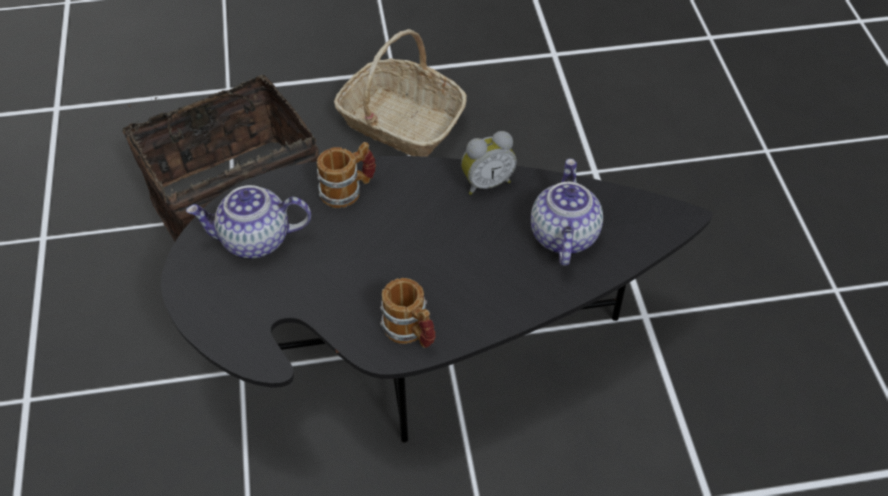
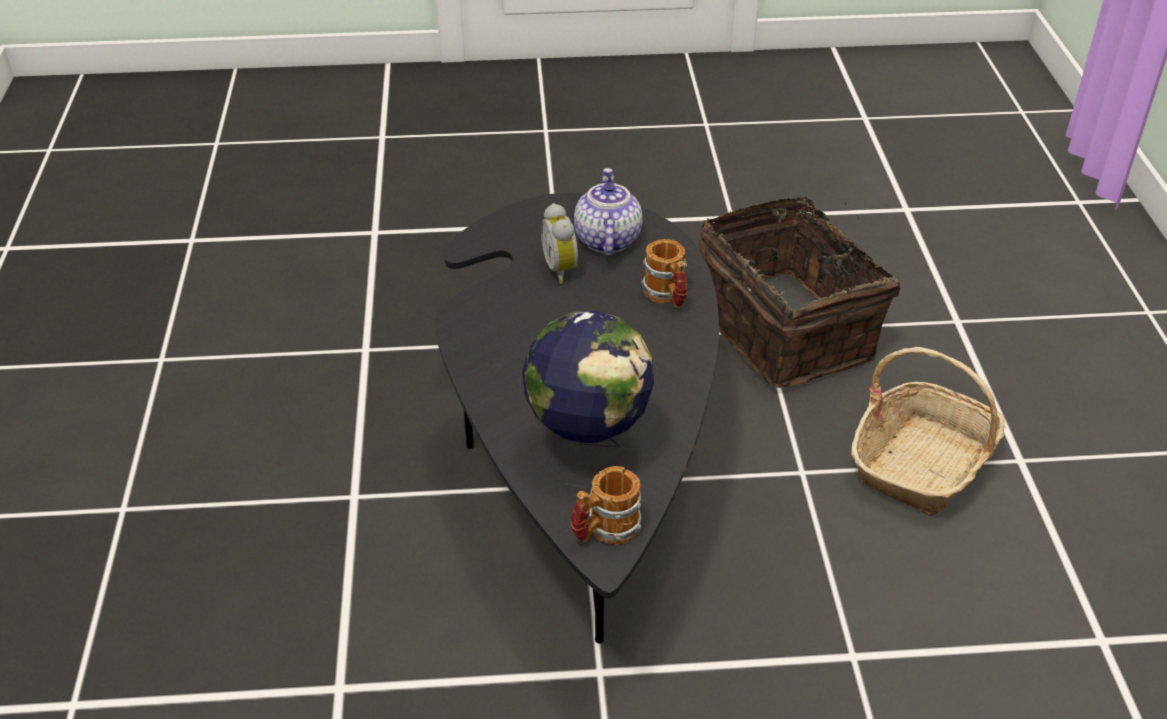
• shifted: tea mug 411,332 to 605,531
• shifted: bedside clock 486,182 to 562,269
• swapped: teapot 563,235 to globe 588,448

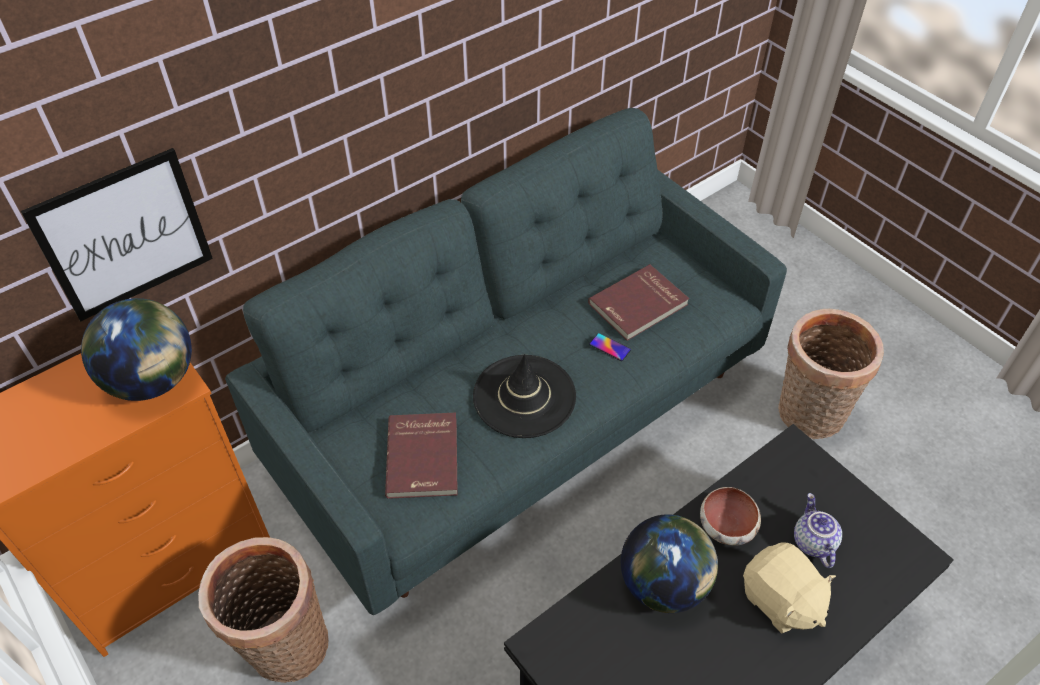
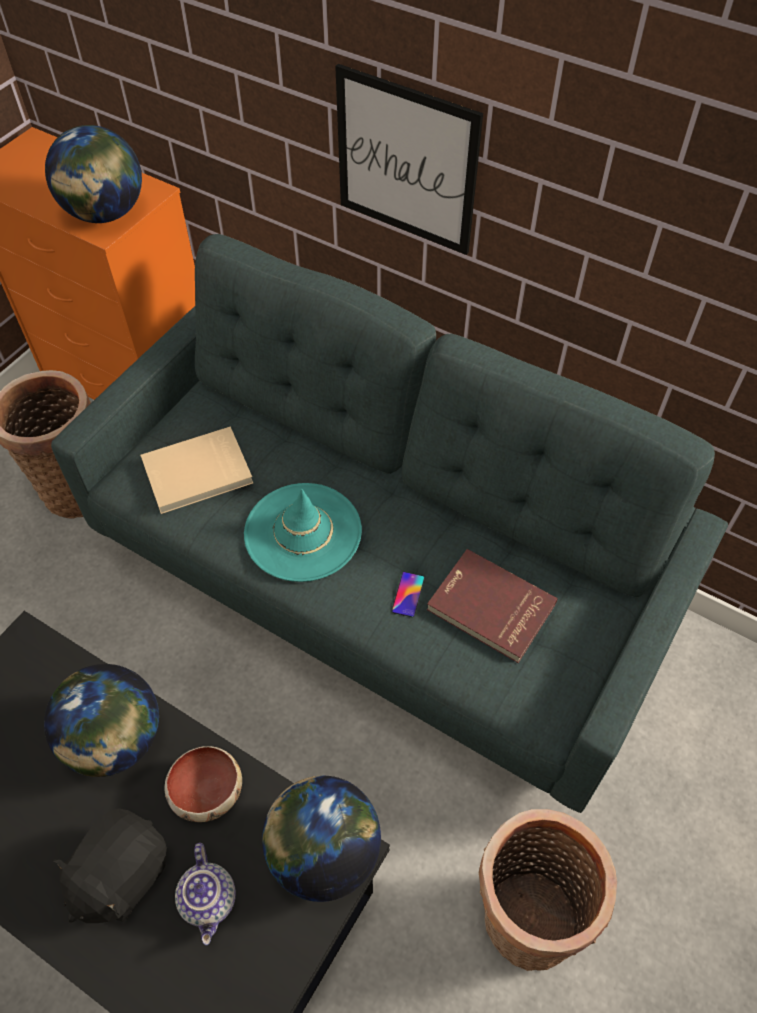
• new: globe 323,851
• shifted: wall picture 124,235 to 406,162
• repainted: red-coloured bound book 424,457 to beige-coloured bound book 198,473
• repainted: blackish hat 524,396 to turquoise hat 303,532
• repainted: beige-coloured soft toy 780,600 to blackish soft toy 120,874
• rotated: teapot 812,542 = 210,900 105 degrees clockwise

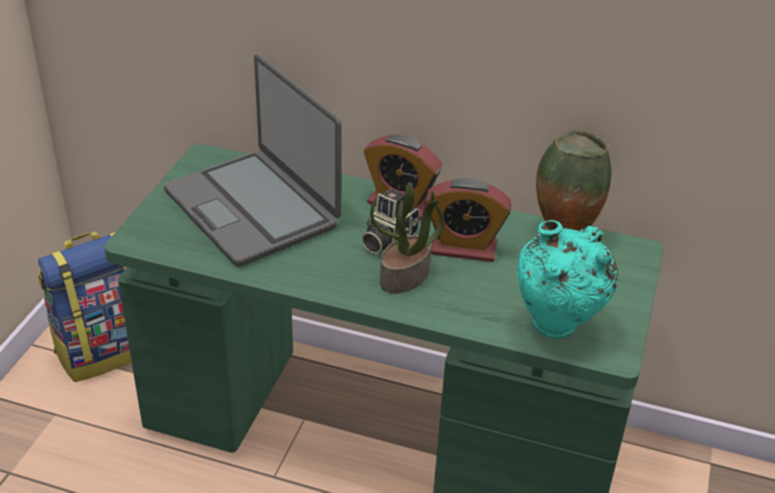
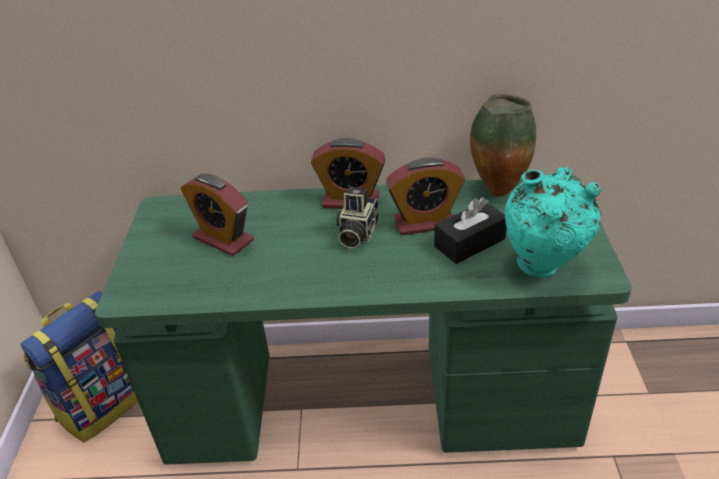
• gone: potted plant 405,277
• new: blackish box of tissues 469,243
• swapped: laptop 253,208 to bedside clock 223,239

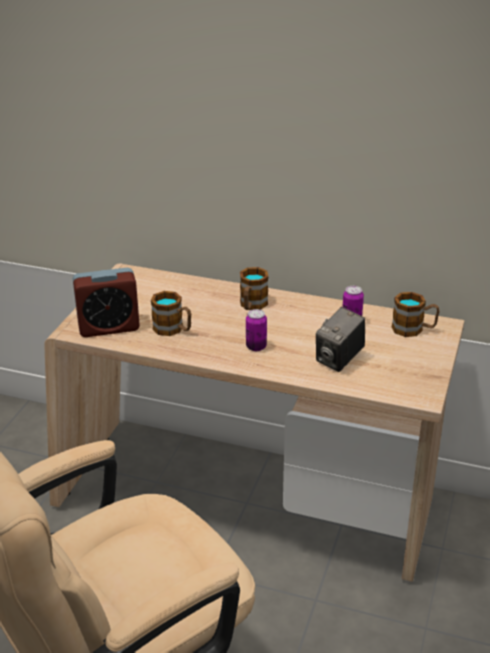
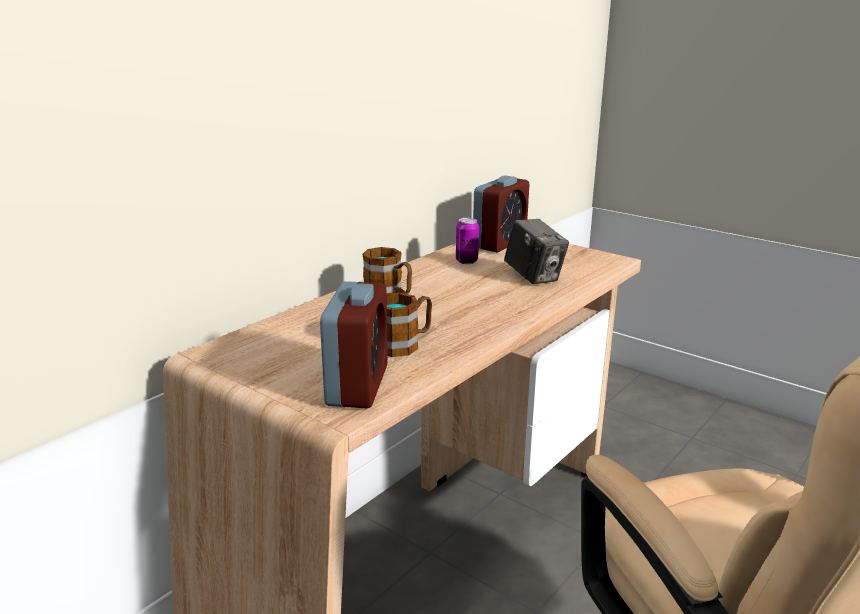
• gone: sealed can 256,347
• swapped: tea mug 413,329 to bedside clock 499,243

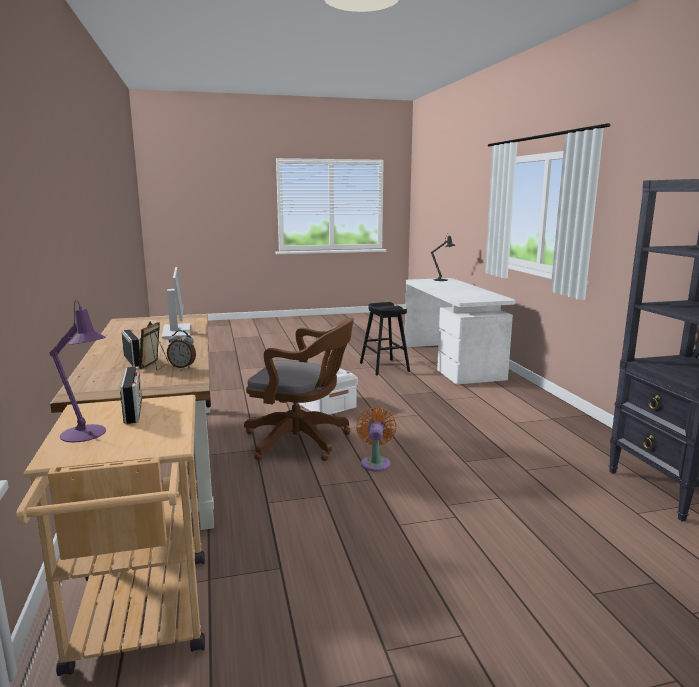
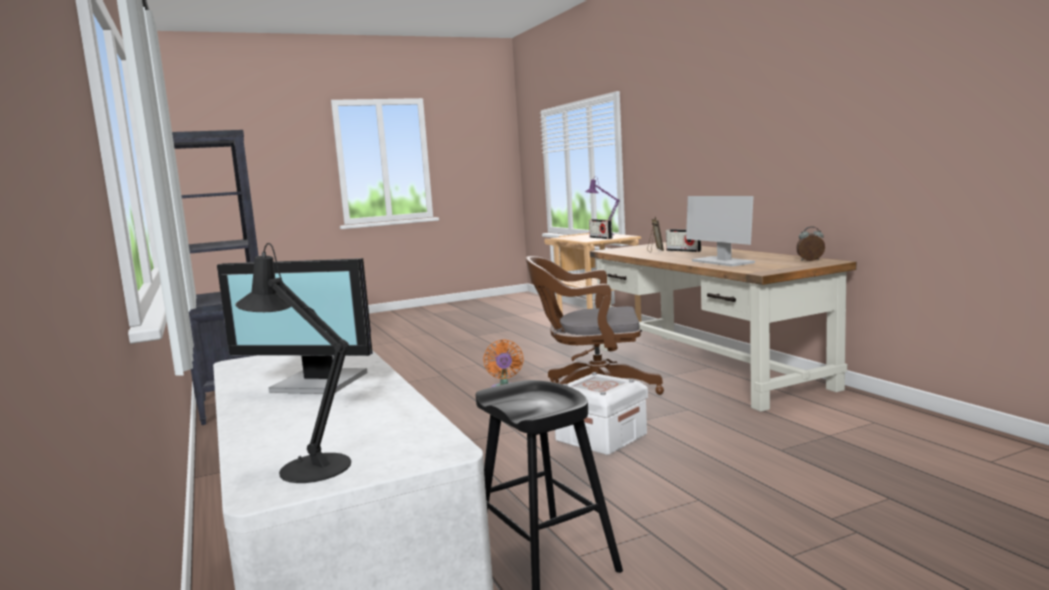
• new: computer screen 318,383
• shifted: bedside clock 183,366 to 810,260

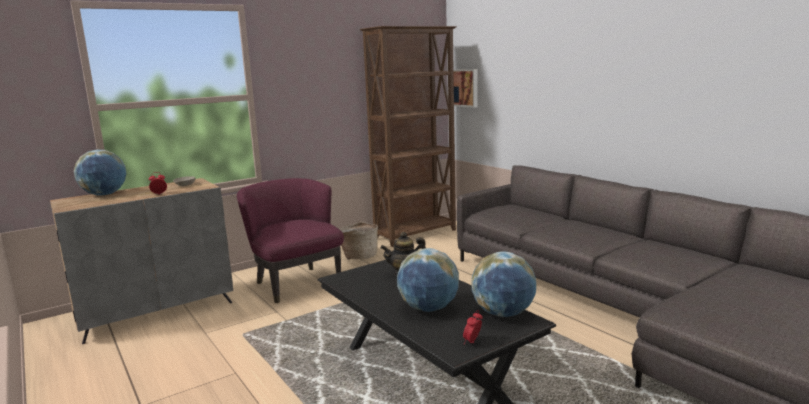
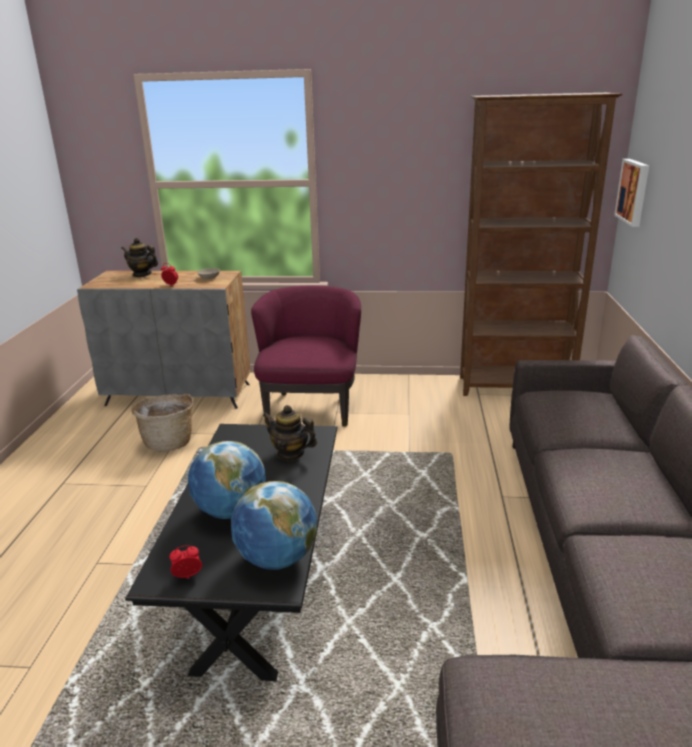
• shifted: storage basket 359,256 to 169,442
• swapped: globe 104,195 to teapot 142,274

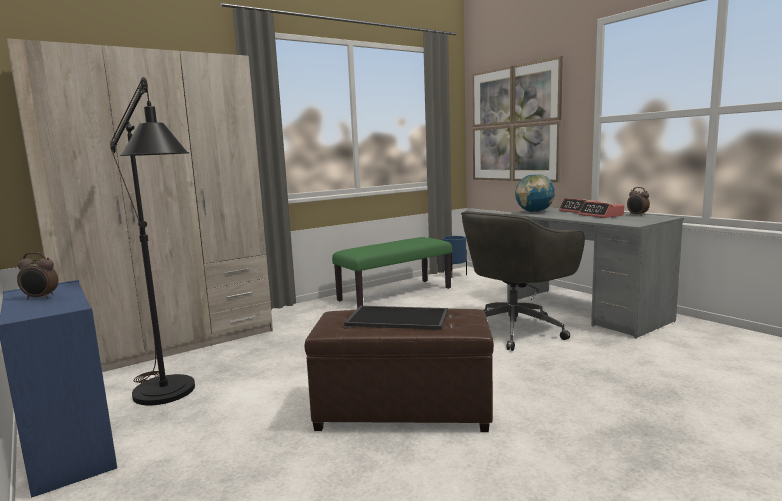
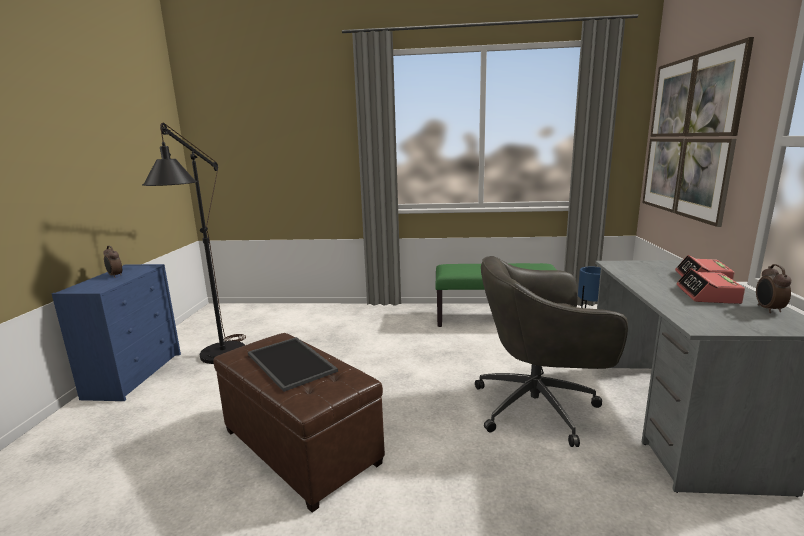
• gone: beige-coloured wardrobe 173,343
• gone: globe 534,212

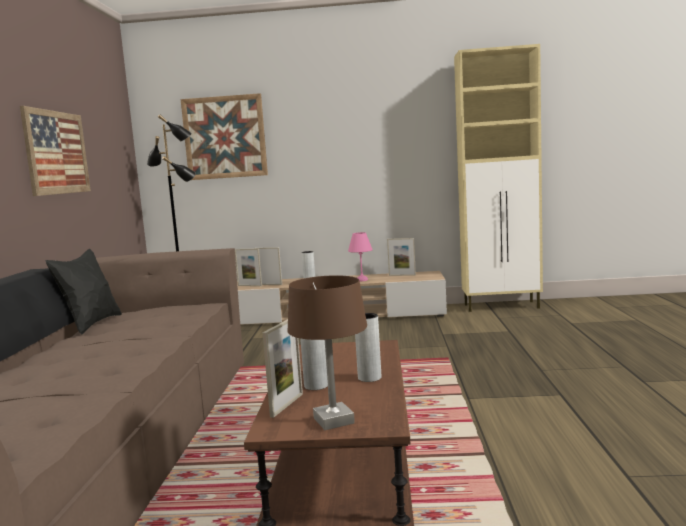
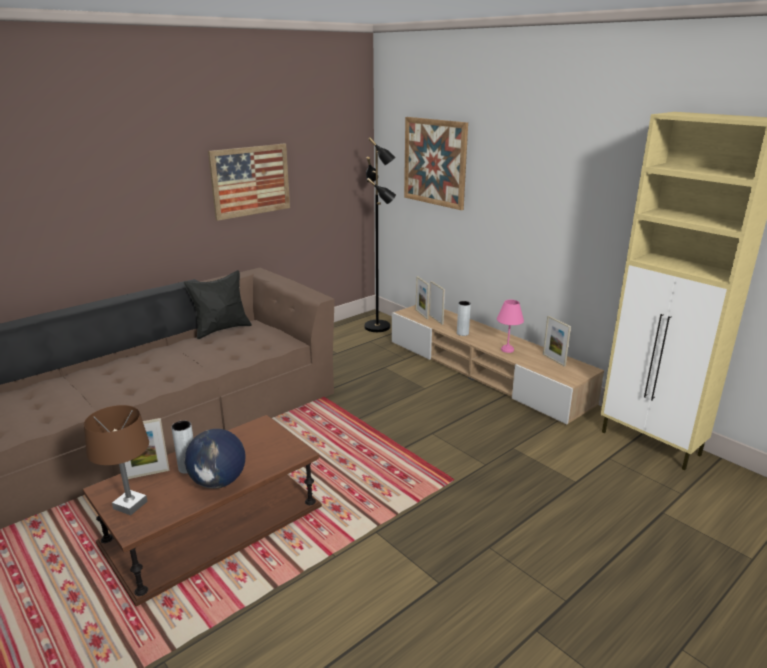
• swapped: greyish vase 369,378 to globe 218,482

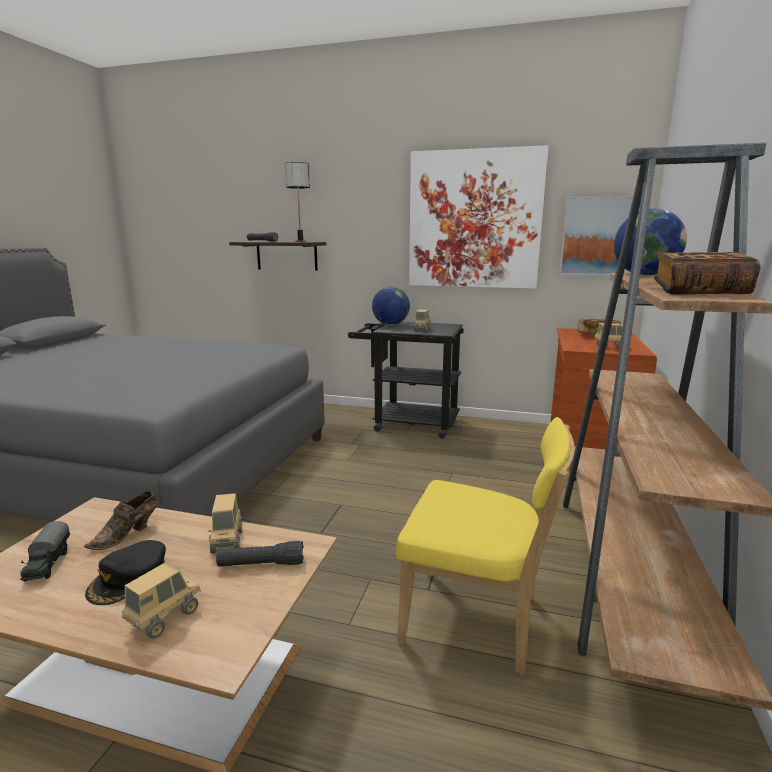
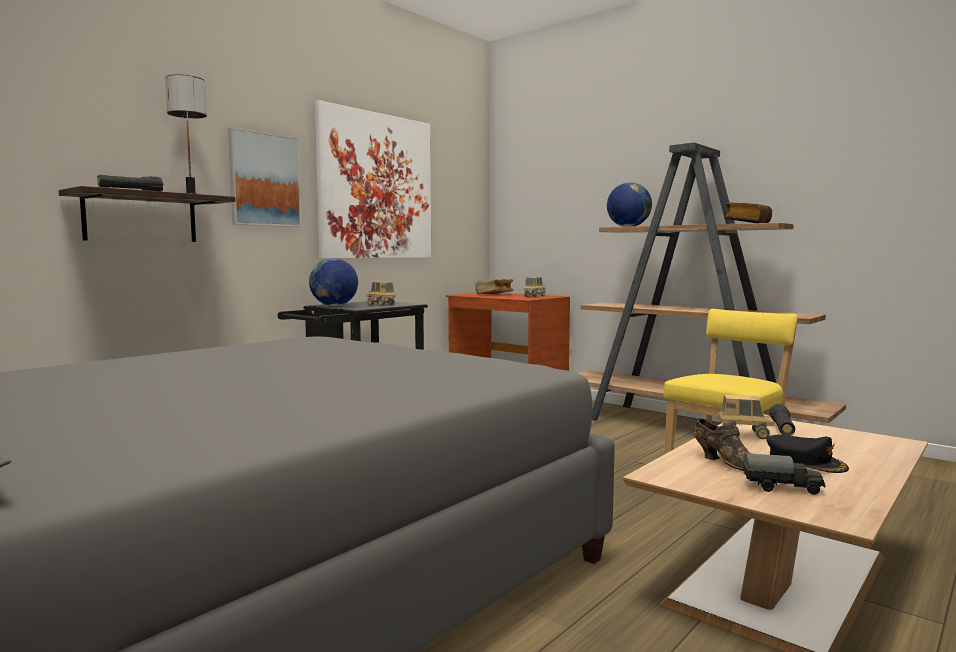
• gone: toy lorry 165,618
• shifted: wall picture 594,236 to 264,180

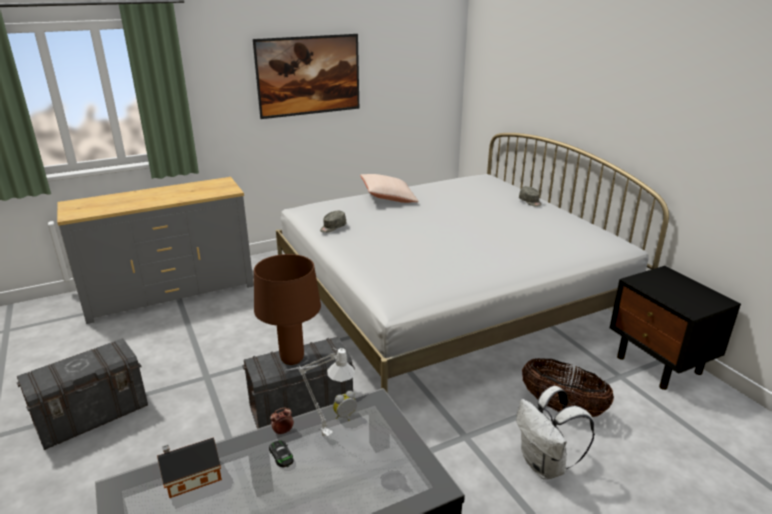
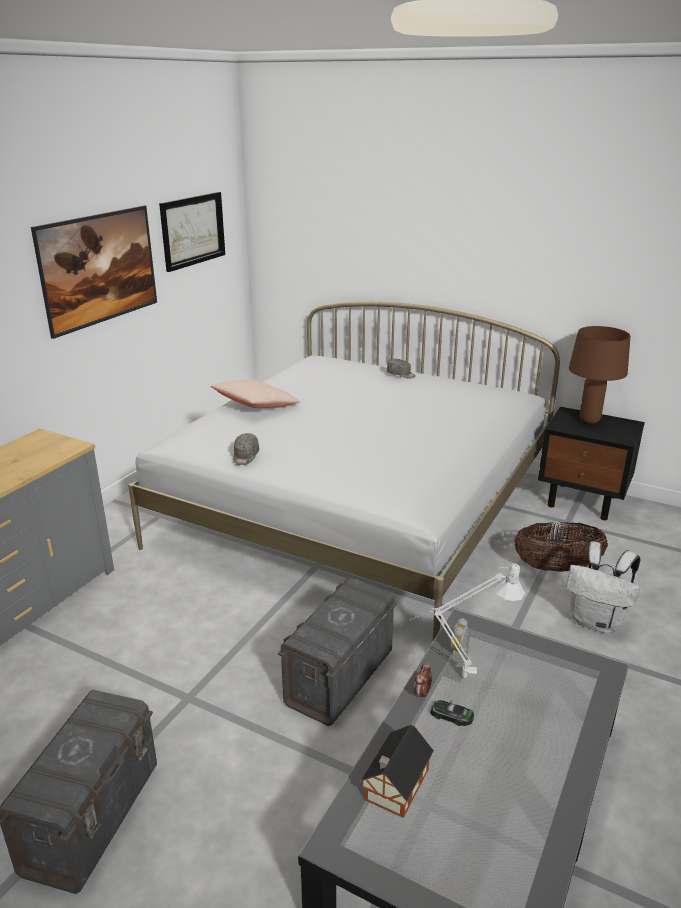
• new: wall picture 192,230
• shifted: brownish table lamp 292,360 to 589,420

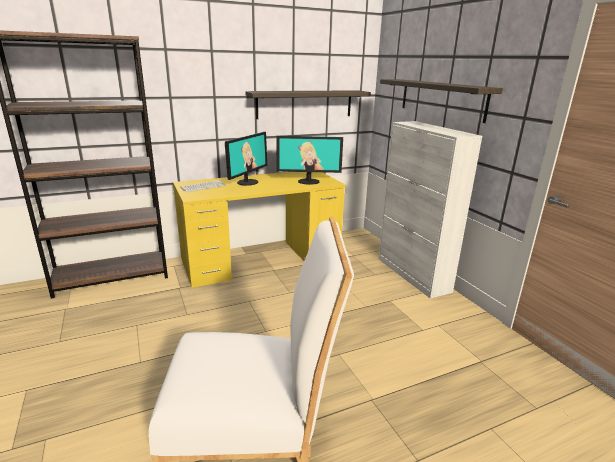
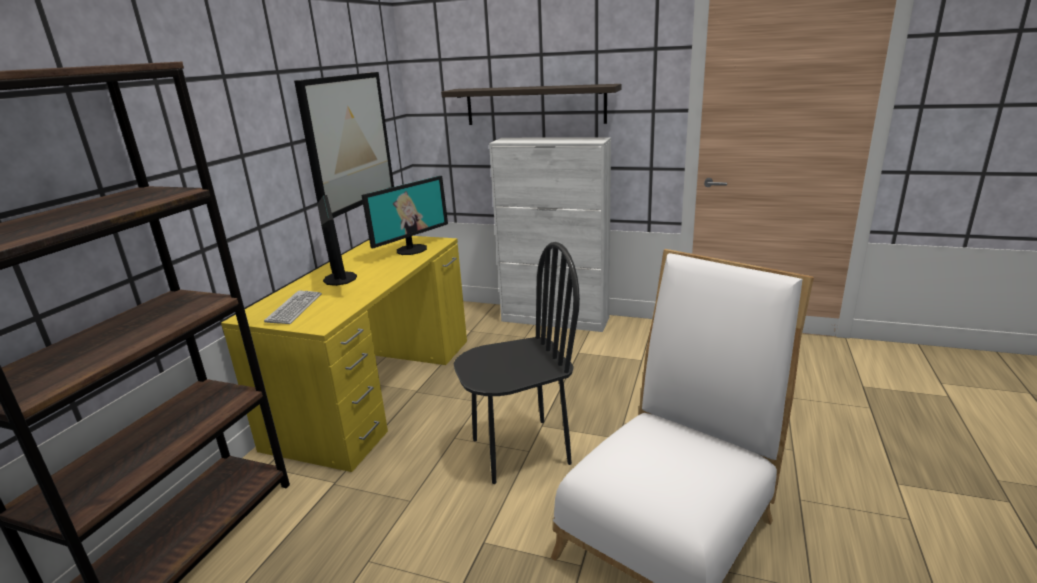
• new: blackish upright chair 520,450
• swapped: wall shelf 305,104 to wall picture 348,142

